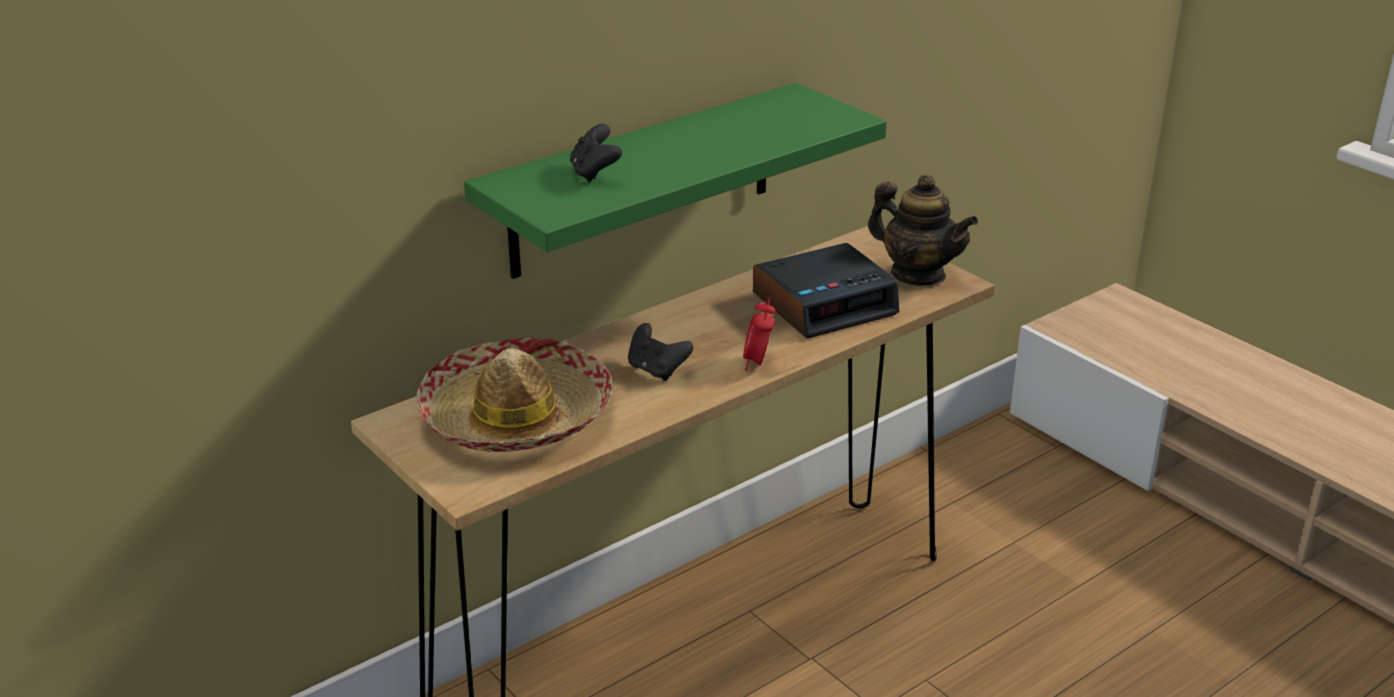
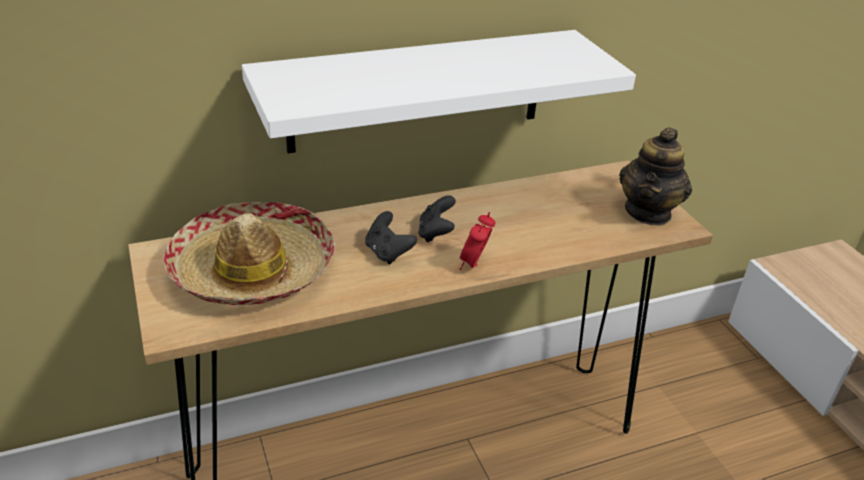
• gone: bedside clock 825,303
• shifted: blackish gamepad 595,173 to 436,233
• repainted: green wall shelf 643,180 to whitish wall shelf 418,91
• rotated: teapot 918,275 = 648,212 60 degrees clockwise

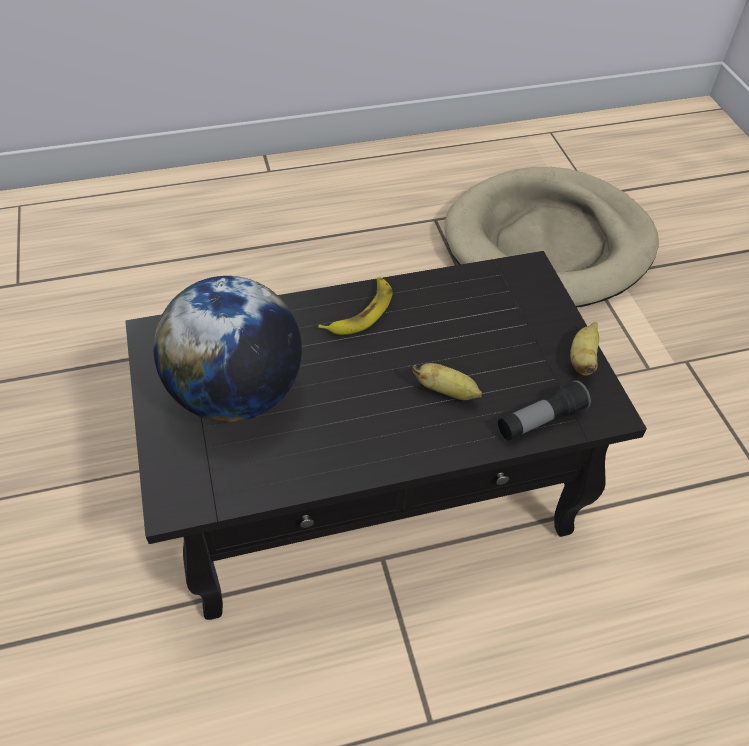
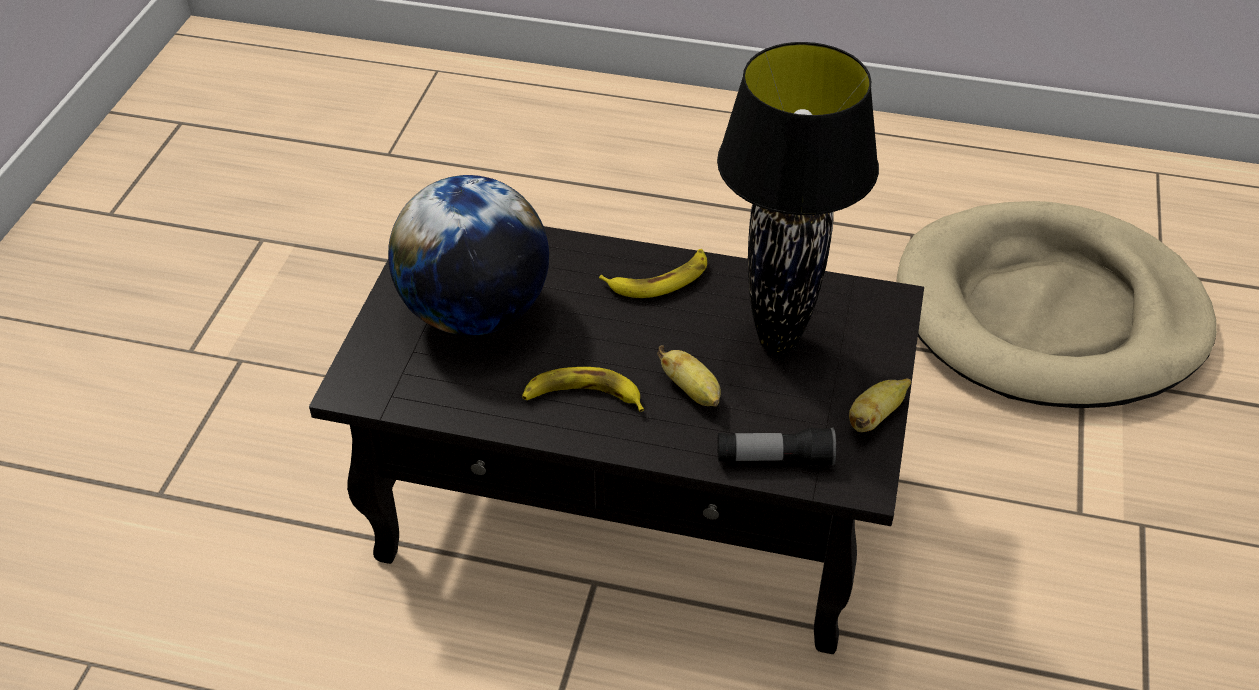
• new: banana fruit 582,397
• new: blackish table lamp 778,342

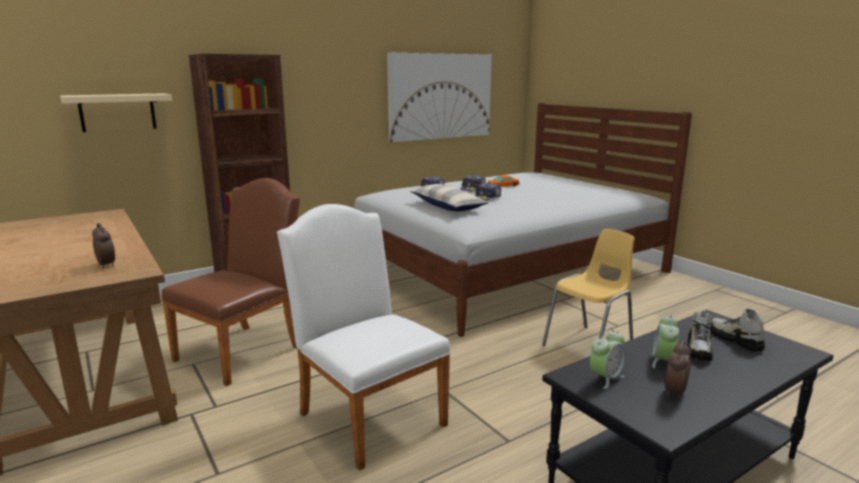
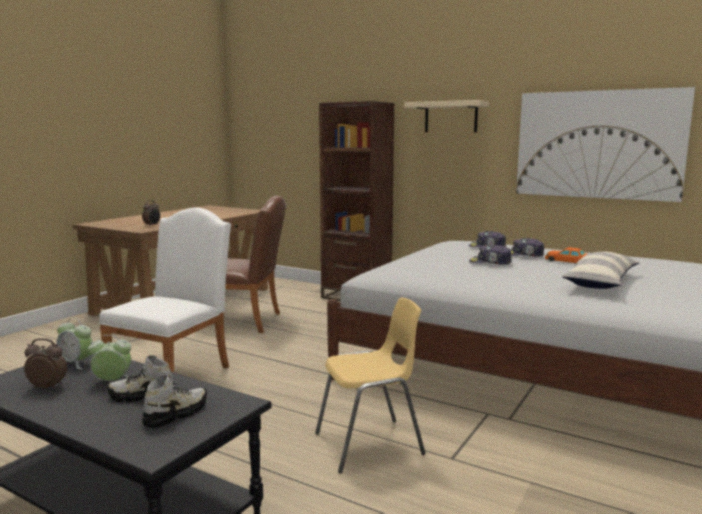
• shifted: beige-coloured wall shelf 117,112 to 451,117
• shifted: throw pillow 447,206 to 601,282
• rotated: yellowish upright chair 589,346 = 370,444 45 degrees counterclockwise

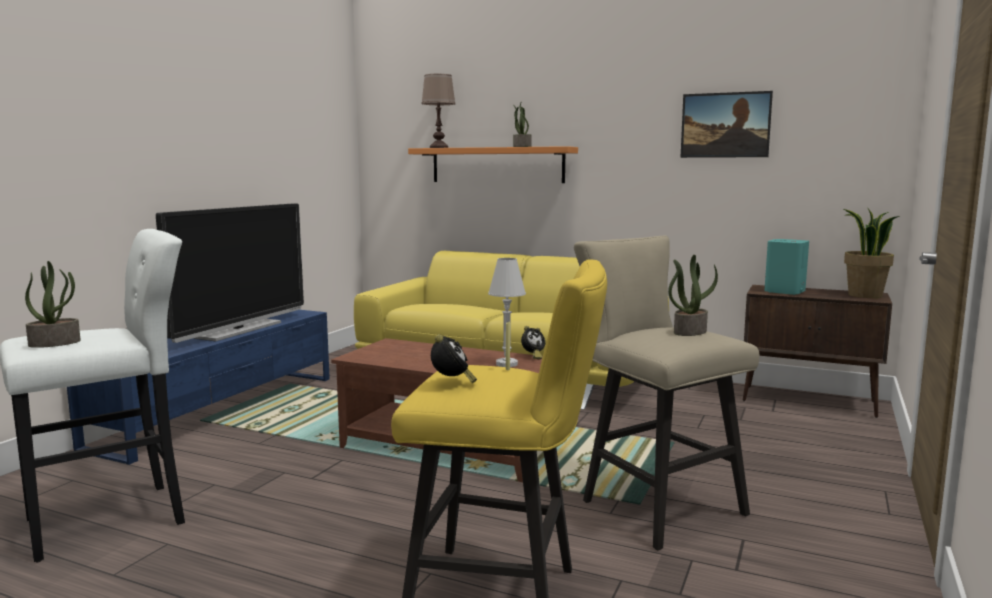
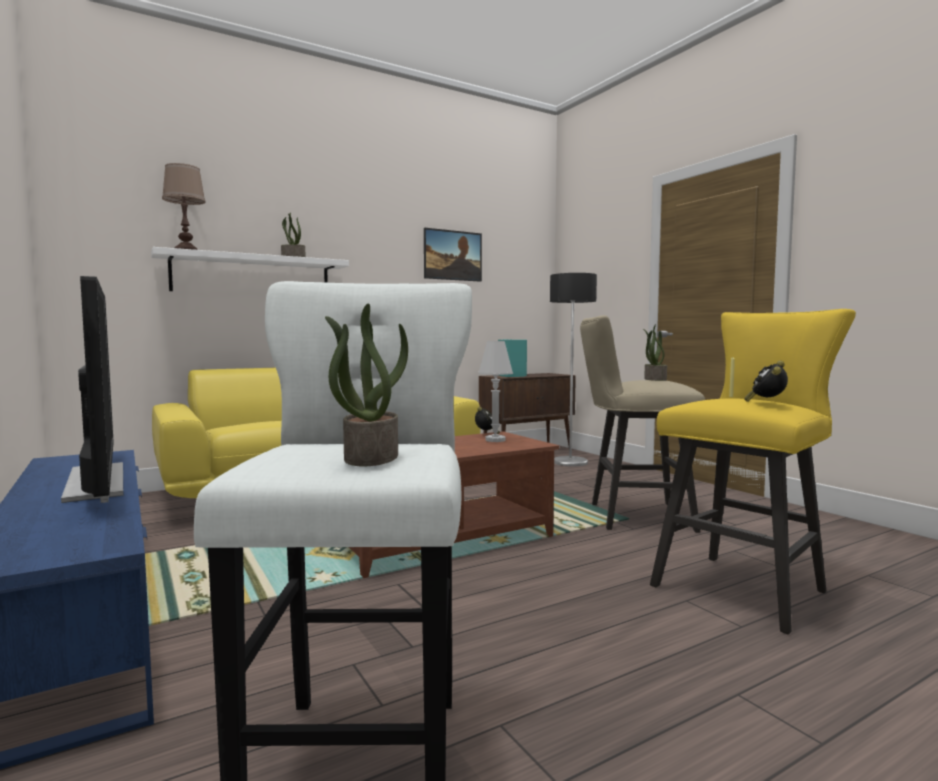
• gone: potted plant 864,295
• new: floor lamp 570,462
• repainted: orangey wall shelf 497,165 to whitish wall shelf 252,276
• rotated: bedside clock 452,382 = 766,403 90 degrees counterclockwise

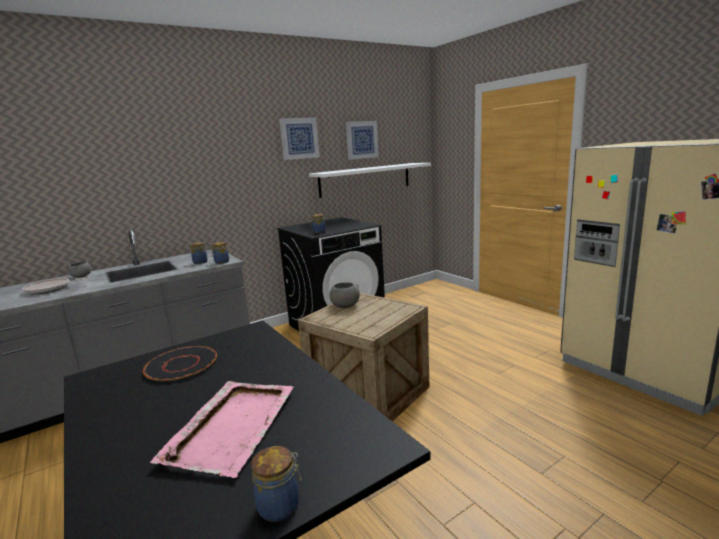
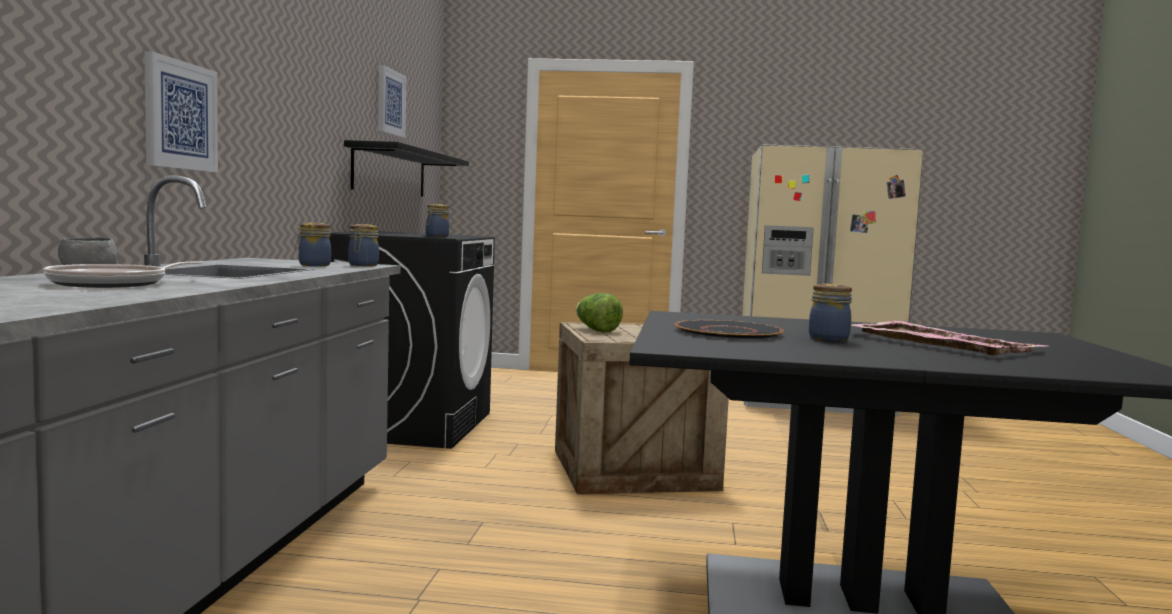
• shifted: jar 281,506 to 828,339
• shifted: wall picture 299,138 to 180,115
• swapped: greyish deep dish 345,306 to lettuce head 596,330
• repainted: whitish wall shelf 365,179 to blackish wall shelf 390,172

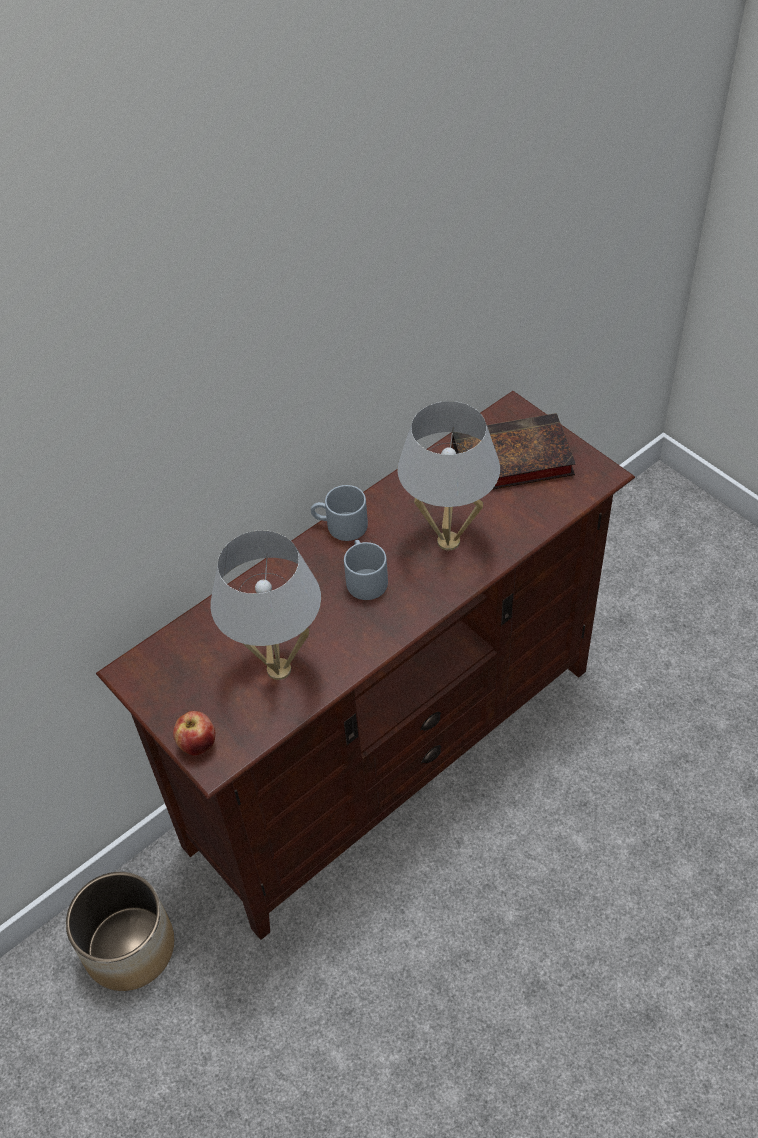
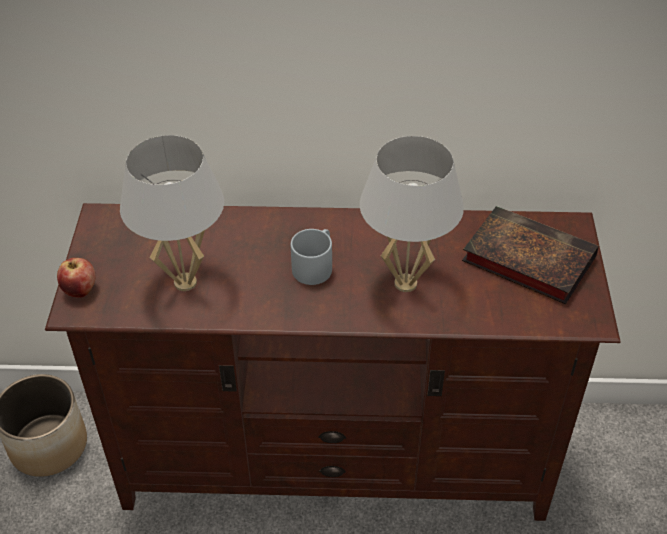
• gone: greyish tea mug 340,526

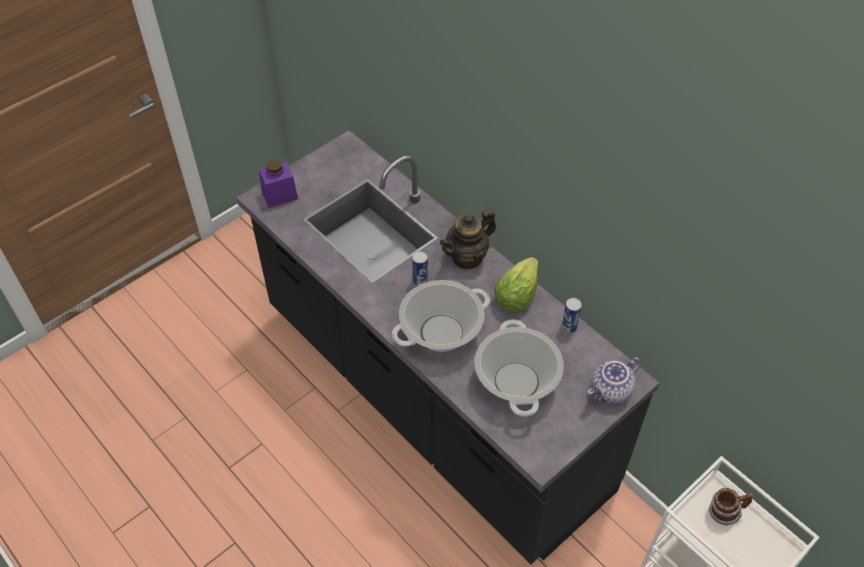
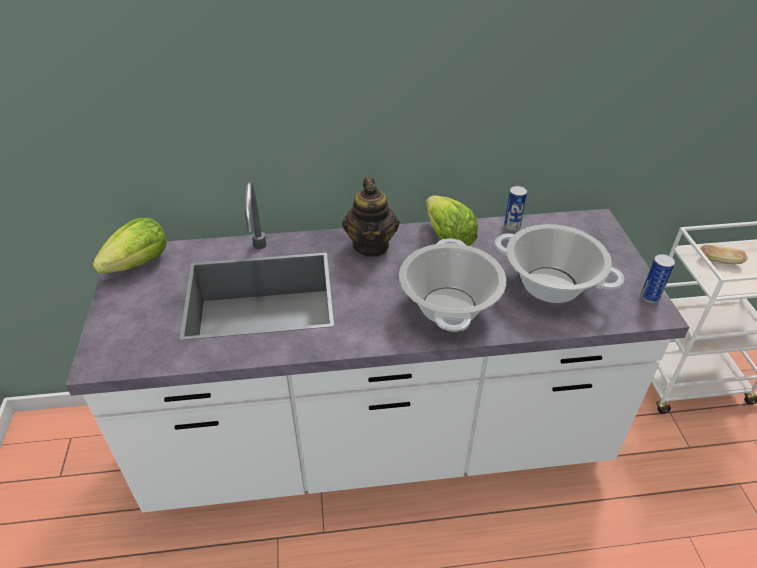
• gone: purplish jar 279,195
• gone: teapot 611,392
• new: lettuce head 139,263
• shifted: sealed can 420,281 to 649,297
• swapped: tea mug 725,512 to baked bread 719,261
• repainted: blackish counter 432,400 to whitish counter 378,442

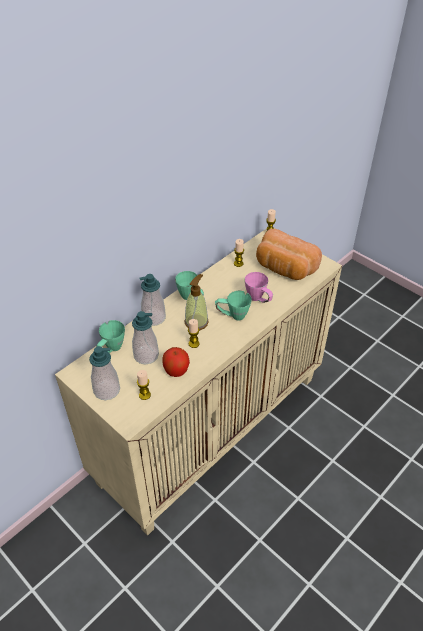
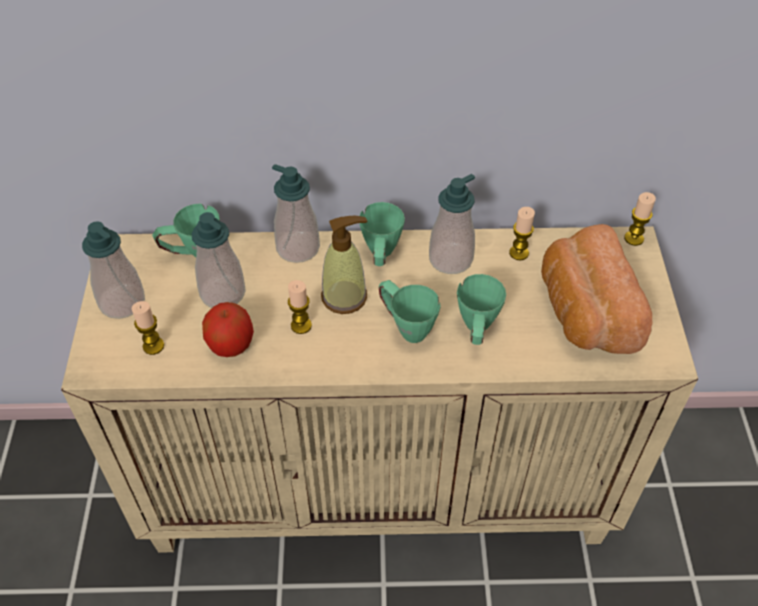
• new: liquid soap bottle 450,259
• repainted: pinkish tea mug 258,300 to green tea mug 476,332

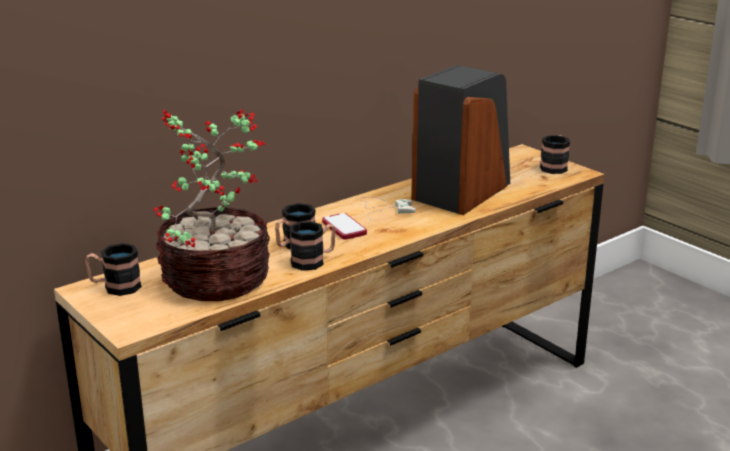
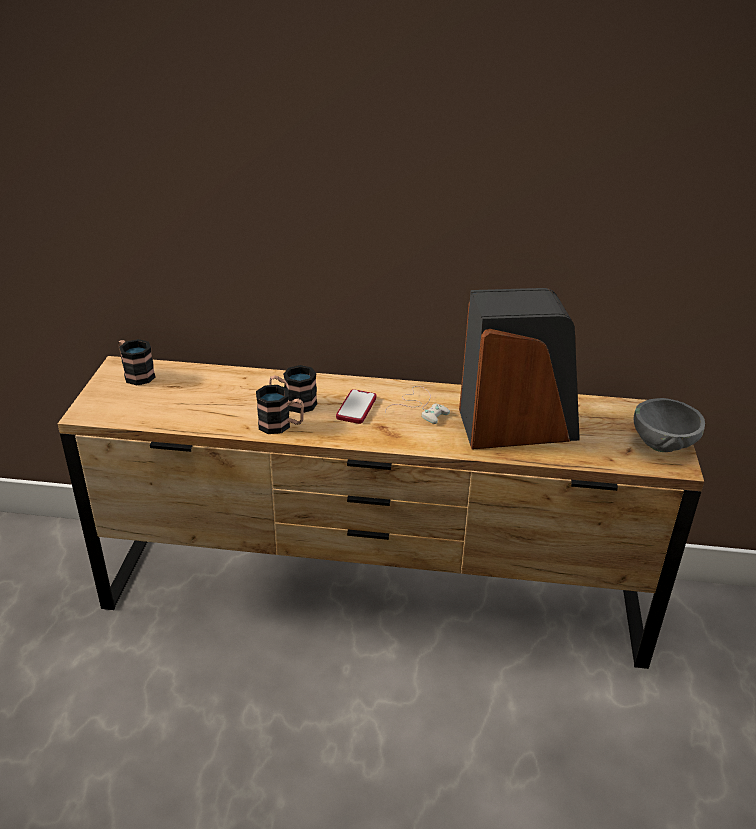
• gone: potted plant 213,281
• swapped: tea mug 554,166 to greyish deep dish 663,445

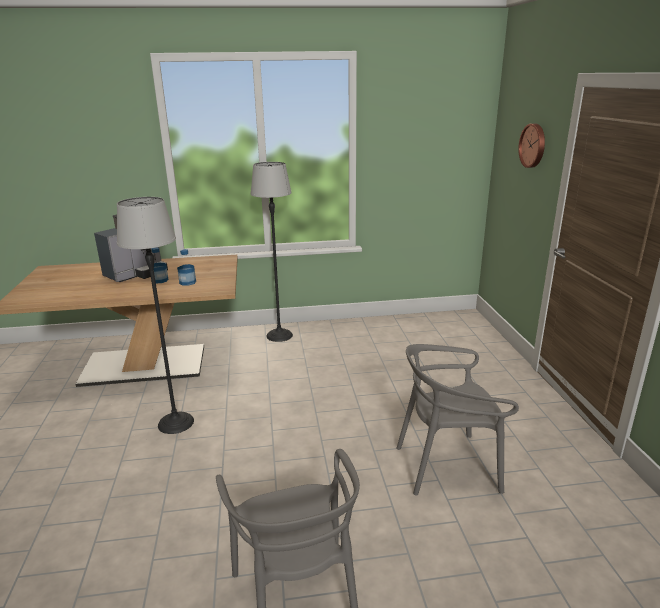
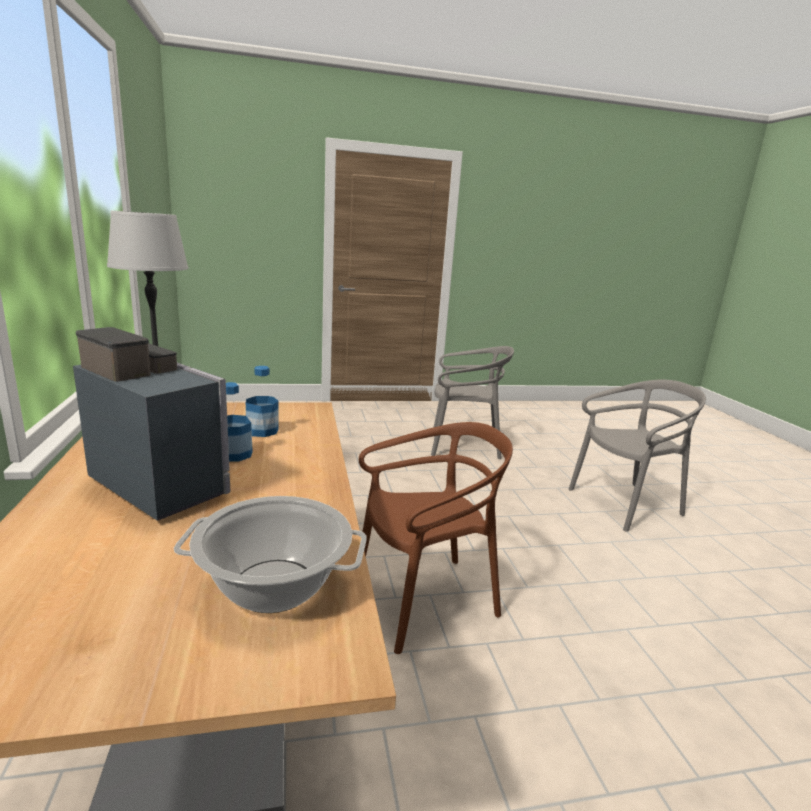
• gone: clock on the wall 533,145
• new: saucepot 275,585
• swapped: floor lamp 175,423 to brownish upright chair 424,598
• rotated: greyish upright chair 447,466 = 463,445 75 degrees counterclockwise

